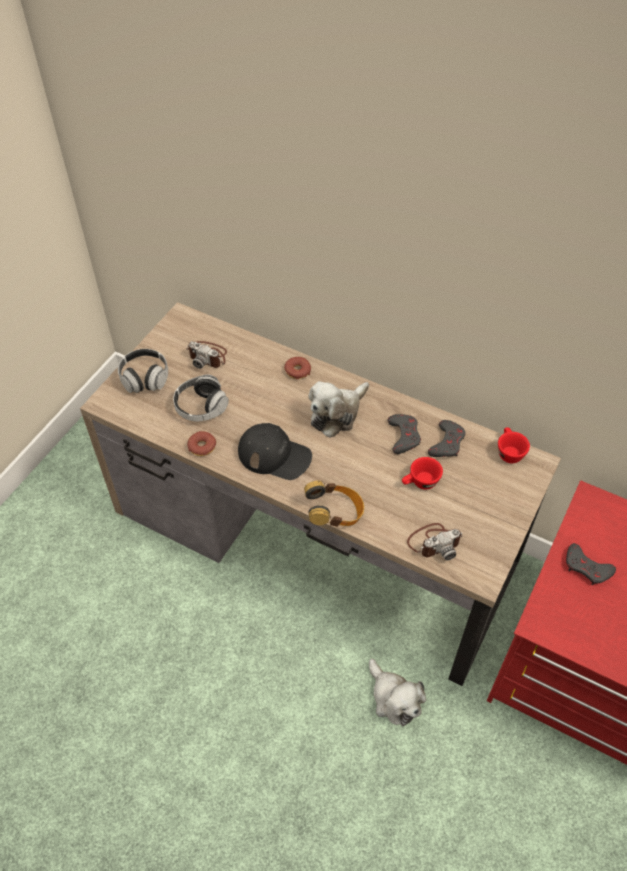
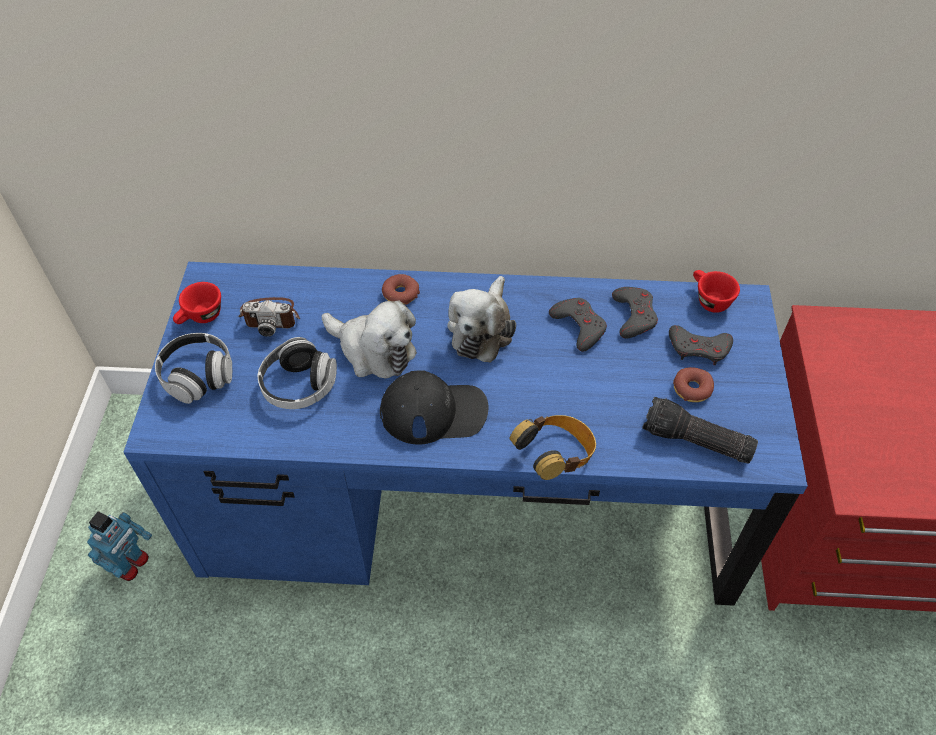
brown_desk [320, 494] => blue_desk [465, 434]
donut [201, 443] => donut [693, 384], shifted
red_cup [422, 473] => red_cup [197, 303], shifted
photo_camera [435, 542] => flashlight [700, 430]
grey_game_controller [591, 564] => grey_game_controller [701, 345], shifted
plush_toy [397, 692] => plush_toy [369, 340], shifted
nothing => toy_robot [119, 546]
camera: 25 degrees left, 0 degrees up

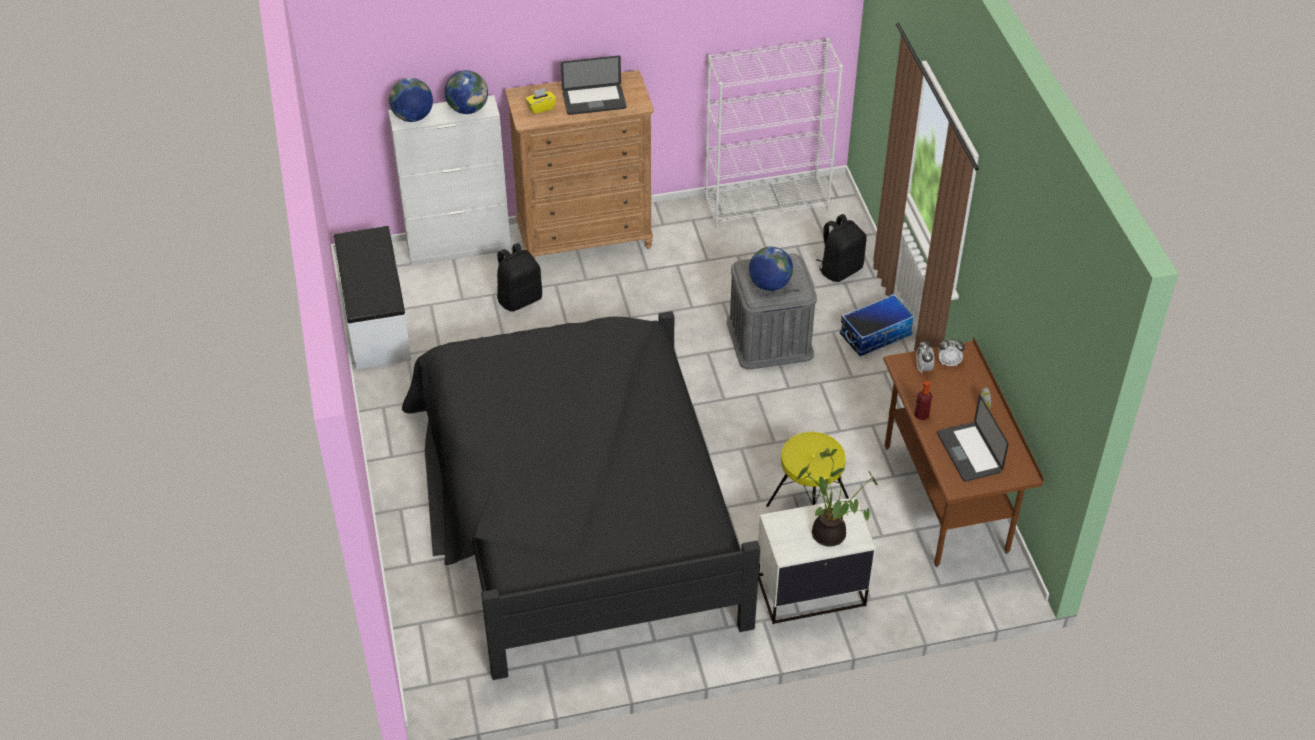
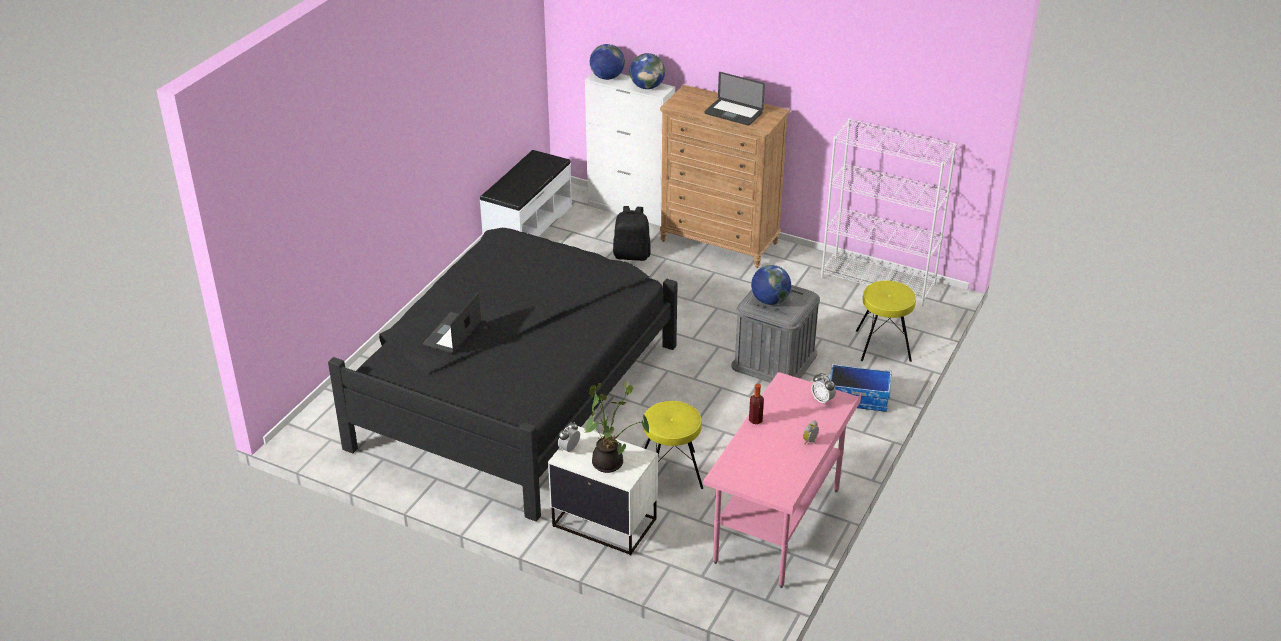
yellow_tissue_box [540, 101] => nothing
black_backpack [841, 248] => yellow_stool [886, 321]
brown_desk [963, 452] => pink_desk [782, 480]
alarm_clock [925, 357] => alarm_clock [569, 437], shifted
laptop [973, 438] => laptop [452, 322], shifted
camera: 40 degrees right, 10 degrees down

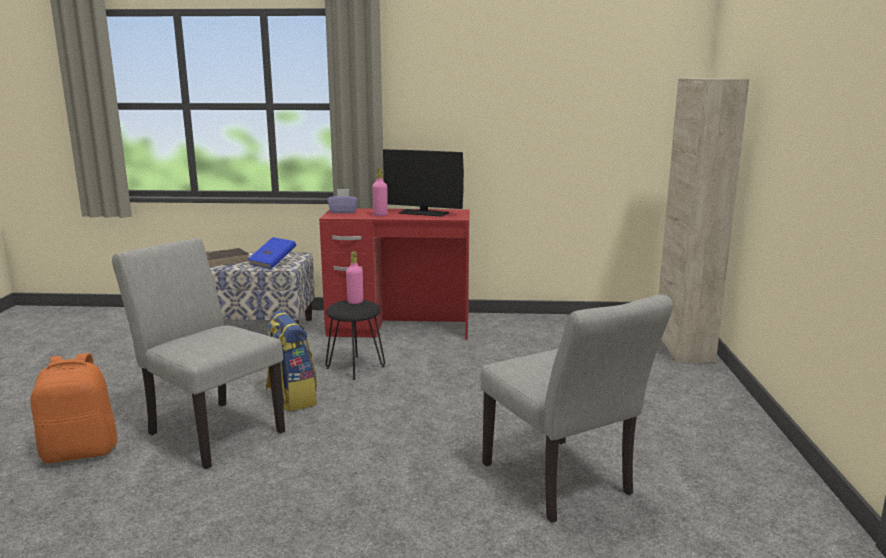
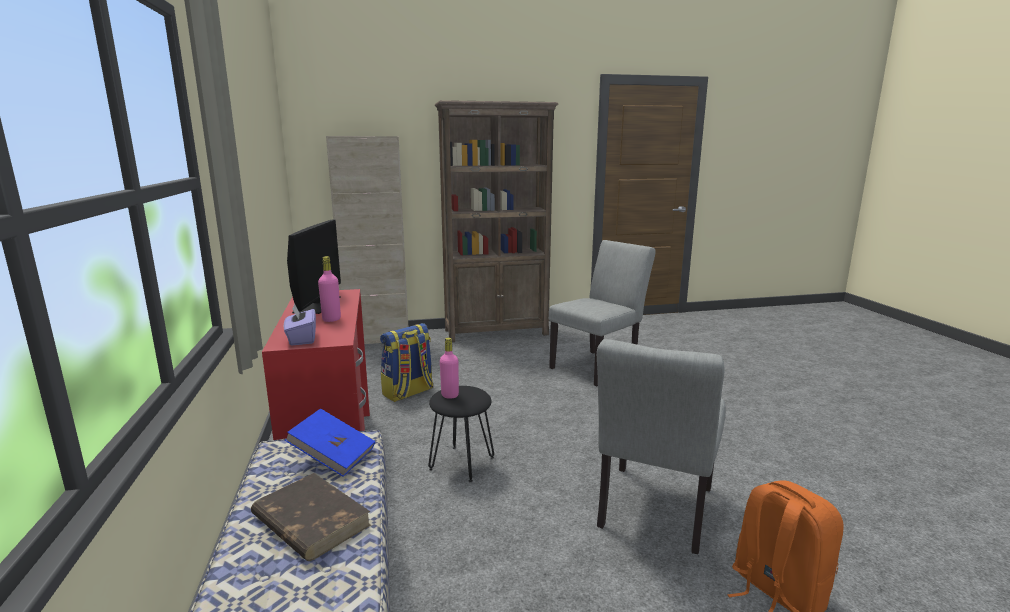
backpack [291, 361] => backpack [406, 362], shifted
nothing => brown_bookcase [496, 221]
camera: 105 degrees left, 0 degrees up

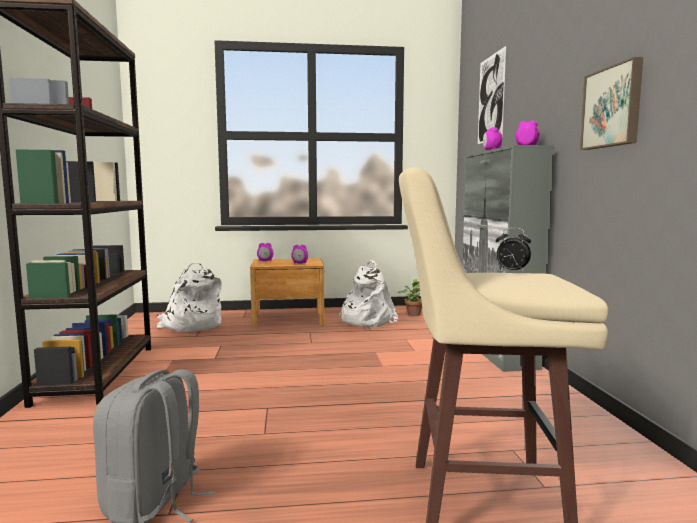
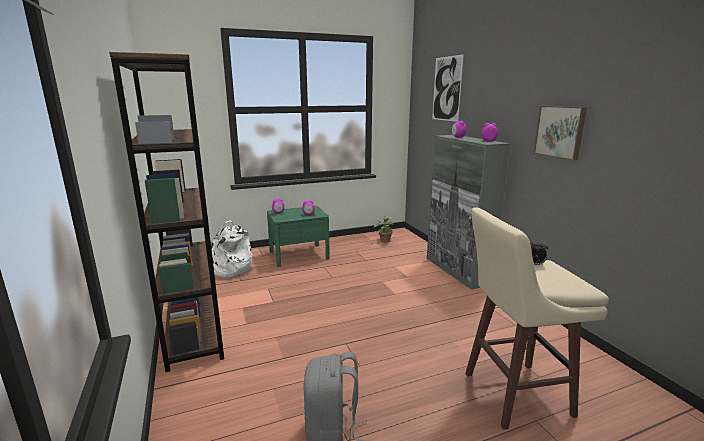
brown_nightstand [287, 293] => green_nightstand [298, 236]
white_backpack [368, 293] => nothing
camera: 15 degrees left, 10 degrees up

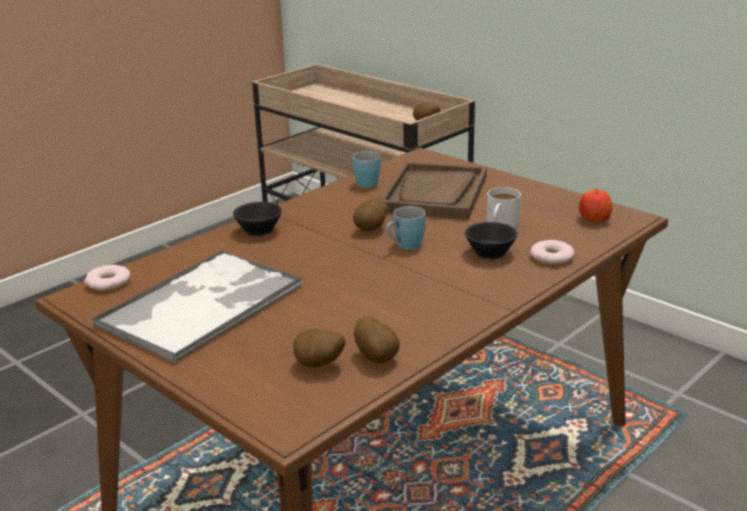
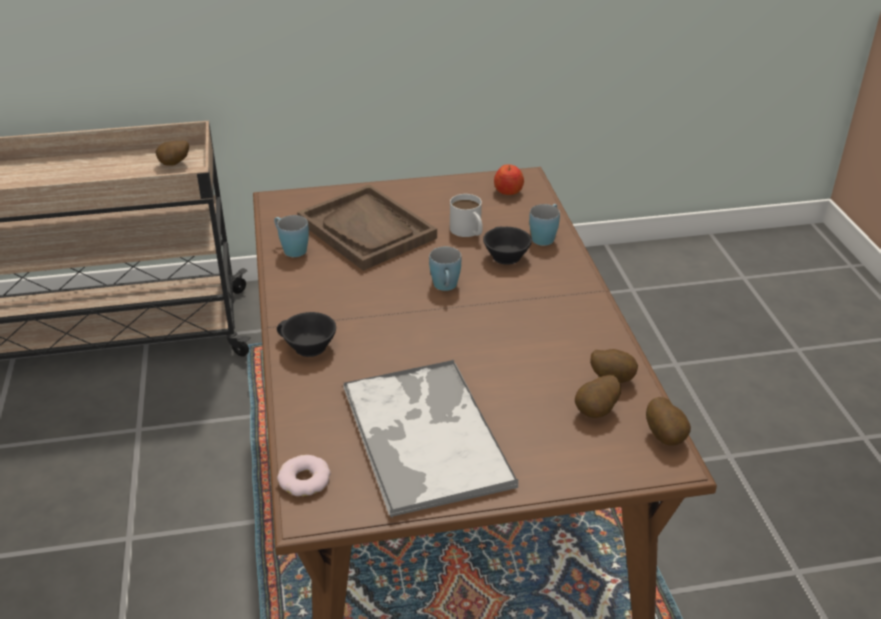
potato [370, 214] => potato [668, 421], shifted
donut [552, 252] => blue_mug [544, 225]
camera: 55 degrees left, 10 degrees up

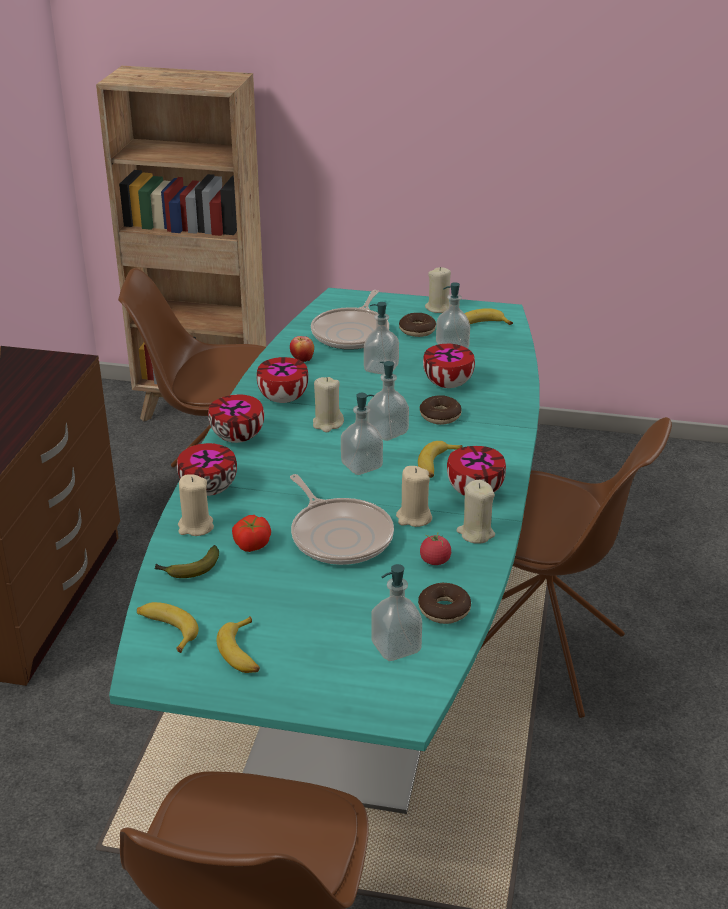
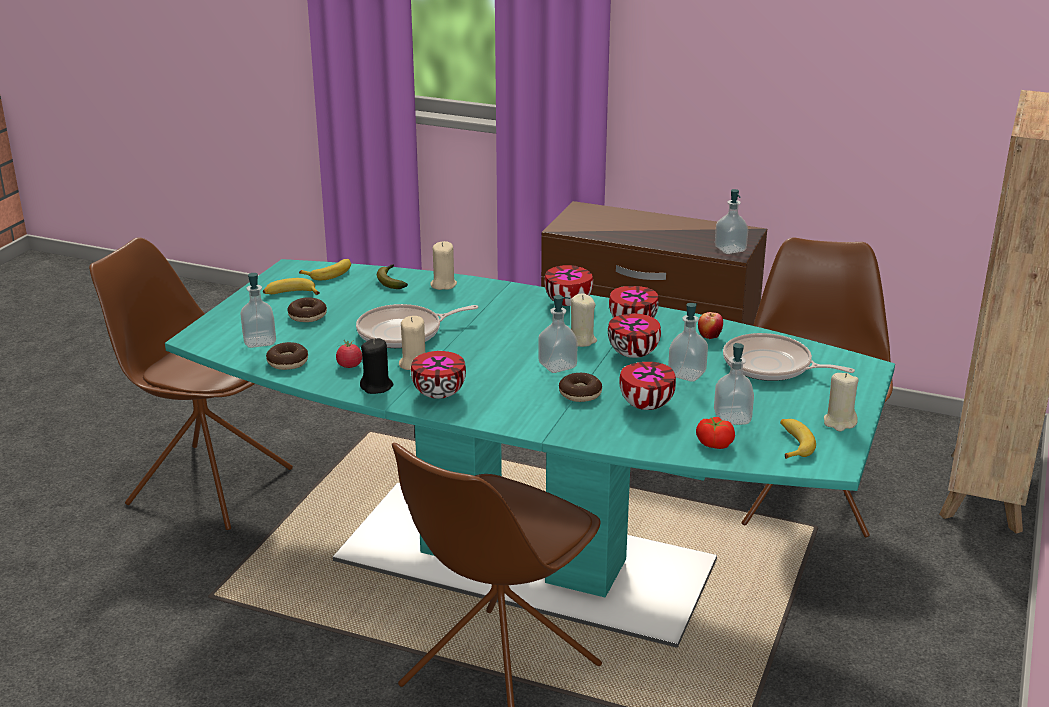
donut [417, 325] => donut [307, 309], shifted
soap_dispenser [362, 434] => soap_dispenser [731, 221], shifted
banana [440, 459] => nothing
bowl [207, 469] => bowl [634, 335], shifted
beige_candle [476, 512] => black_candle [377, 366]
tomato [251, 533] => tomato [715, 433], shifted
camera: 100 degrees right, 5 degrees down

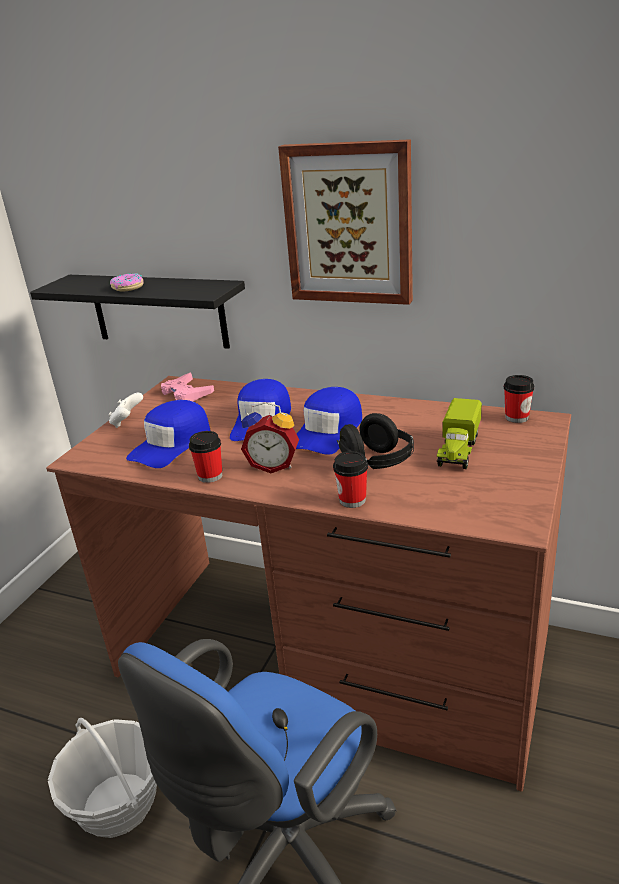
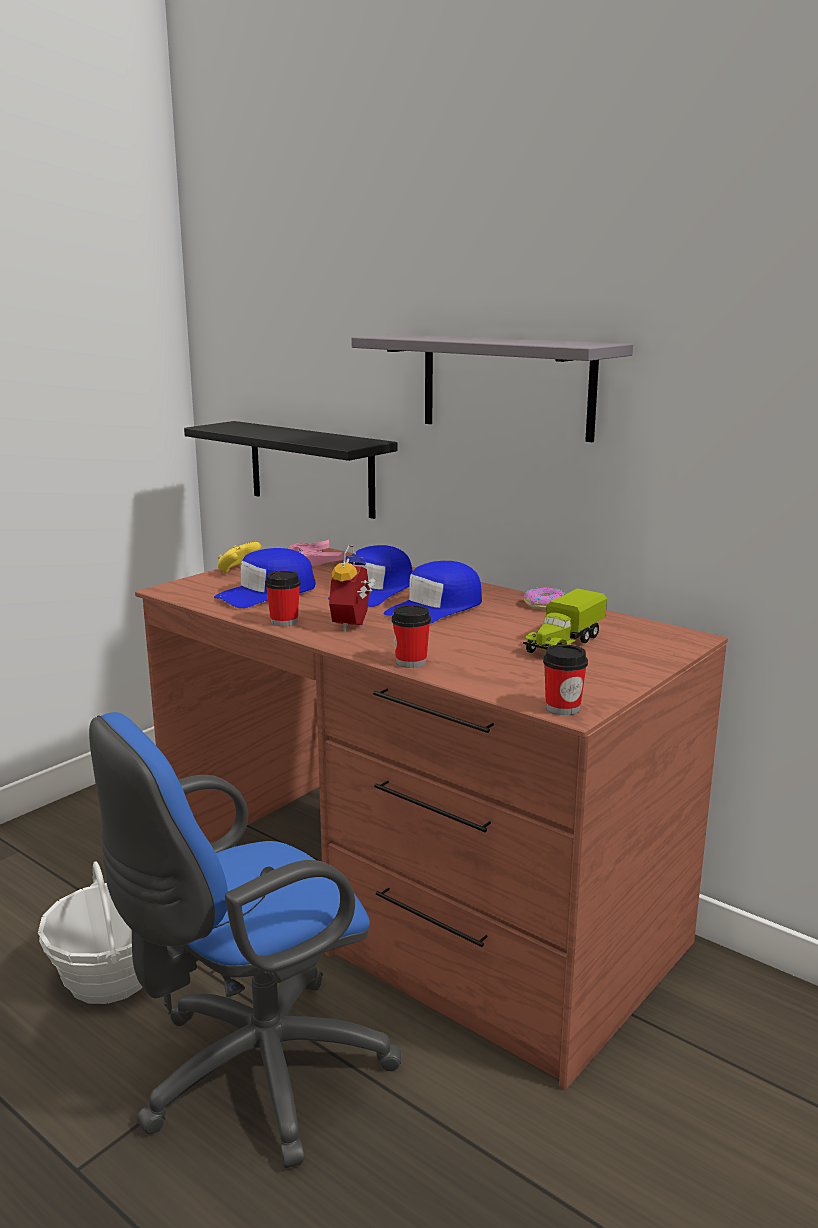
picture [345, 222] => grey_shelf [492, 388]
donut [127, 282] => donut [544, 598], shifted
cup [519, 399] => cup [565, 679], shifted
white_game_controller [125, 410] => yellow_game_controller [239, 558]
alarm_clock [270, 437] => alarm_clock [352, 588], 75 degrees clockwise
black_headphones [375, 441] => nothing
camera: 15 degrees right, 10 degrees down

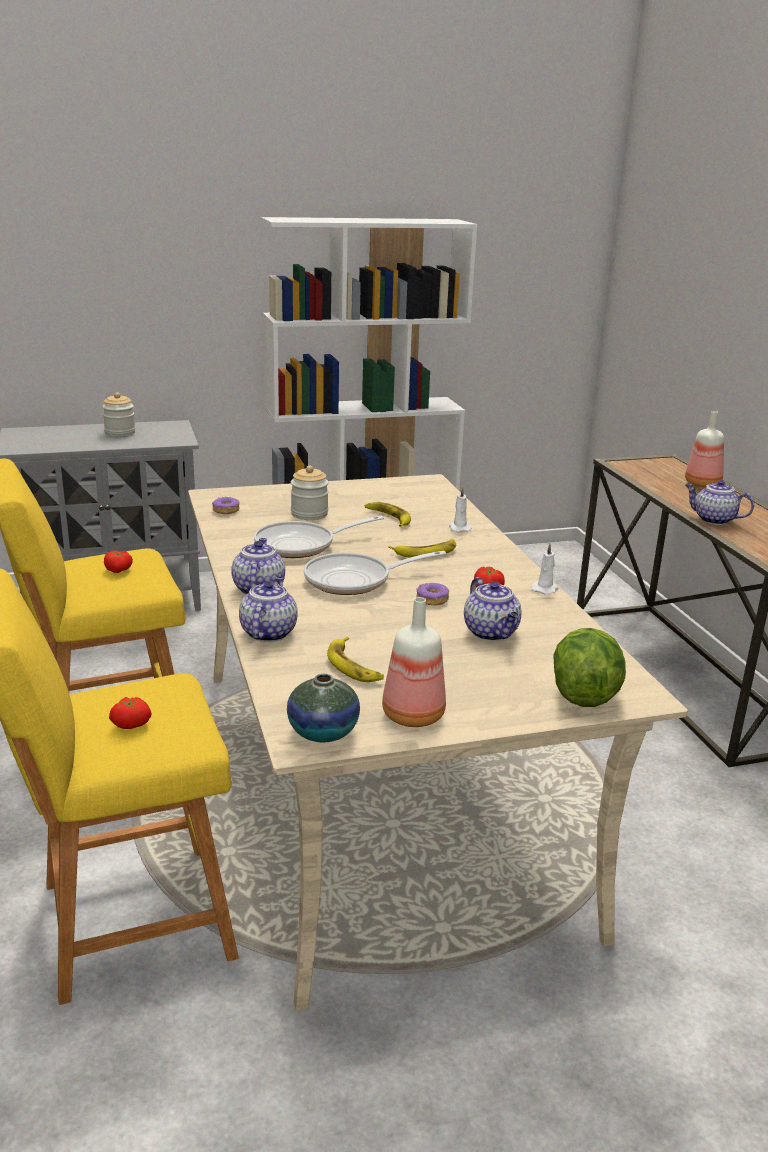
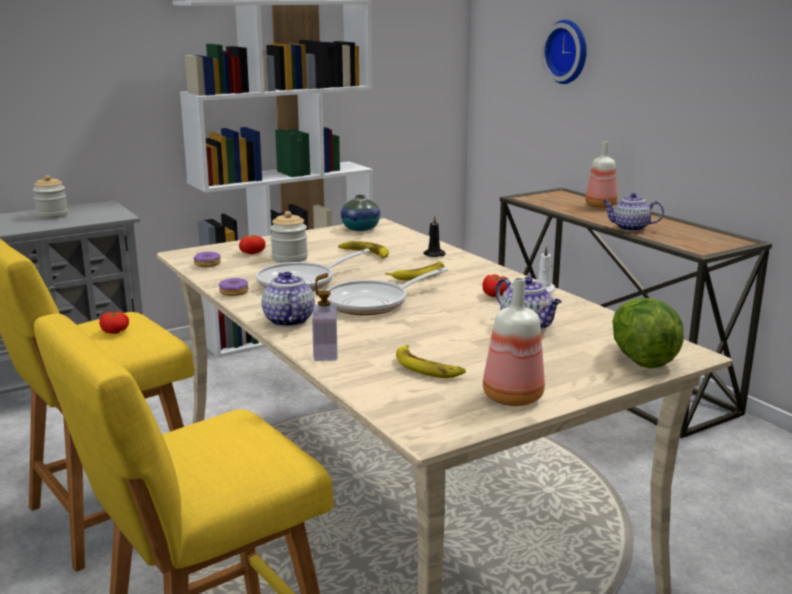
white_candle [460, 509] => black_candle [434, 236]
teapot [268, 609] => soap_dispenser [324, 317]
donut [432, 594] => donut [234, 287], shifted
vase [323, 708] => vase [360, 213], shifted
tomato [130, 713] => tomato [252, 244], shifted
nothing => wall_clock [564, 52]
camera: 15 degrees left, 5 degrees down

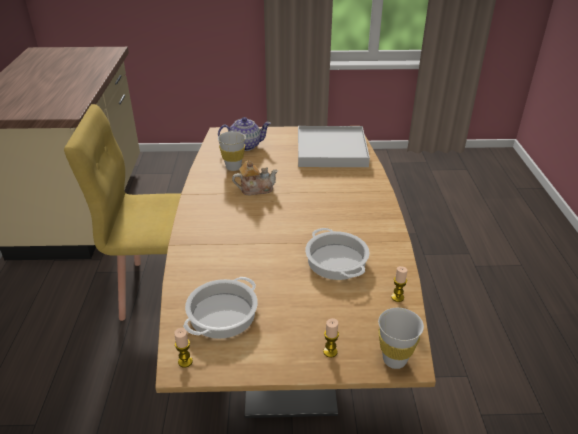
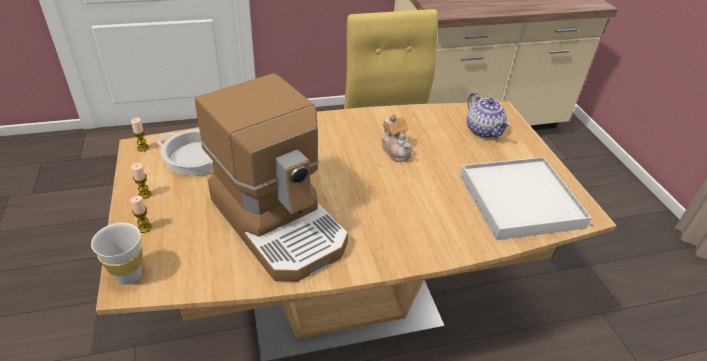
white_cup [232, 151] => nothing
cooking_pot [337, 254] => coffee_machine [271, 177]
candle [399, 284] => candle [141, 181], shifted
camera: 75 degrees right, 5 degrees up

